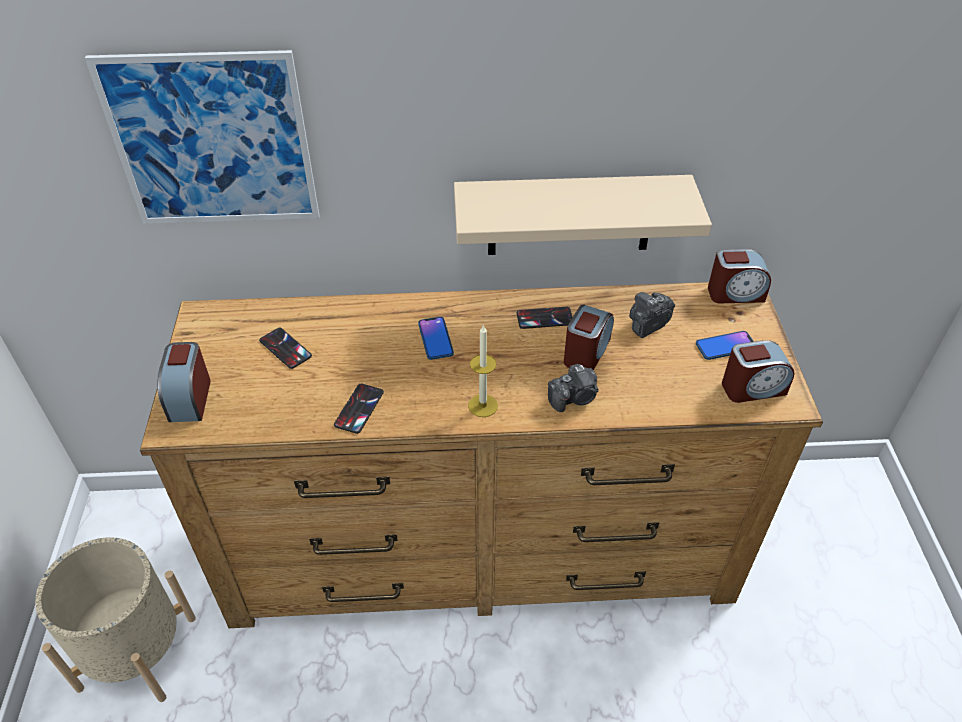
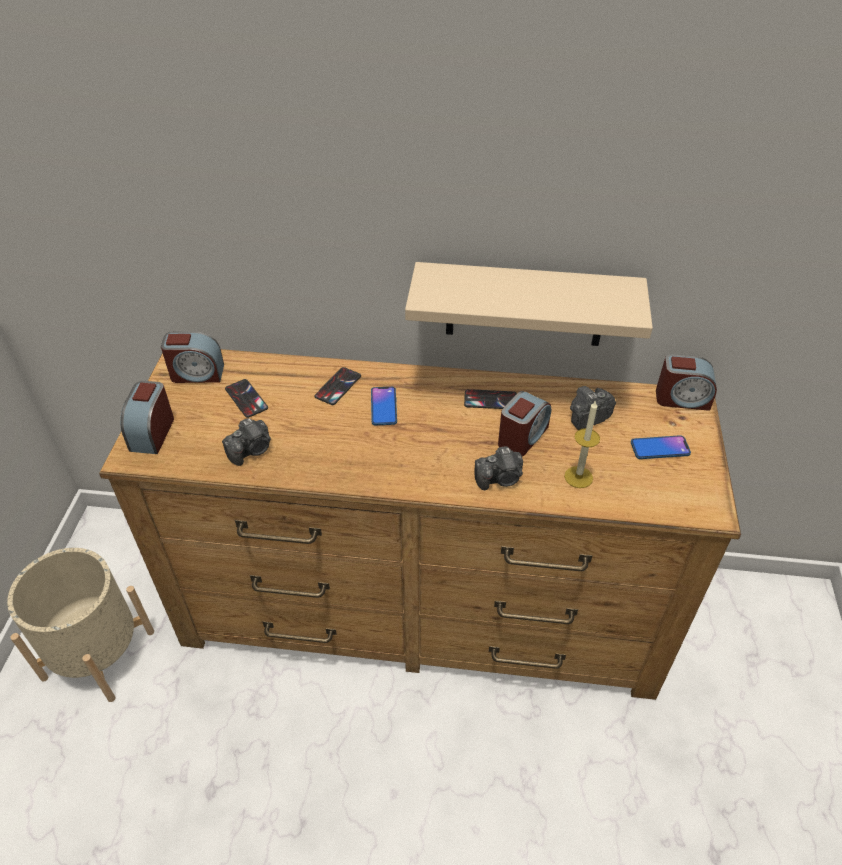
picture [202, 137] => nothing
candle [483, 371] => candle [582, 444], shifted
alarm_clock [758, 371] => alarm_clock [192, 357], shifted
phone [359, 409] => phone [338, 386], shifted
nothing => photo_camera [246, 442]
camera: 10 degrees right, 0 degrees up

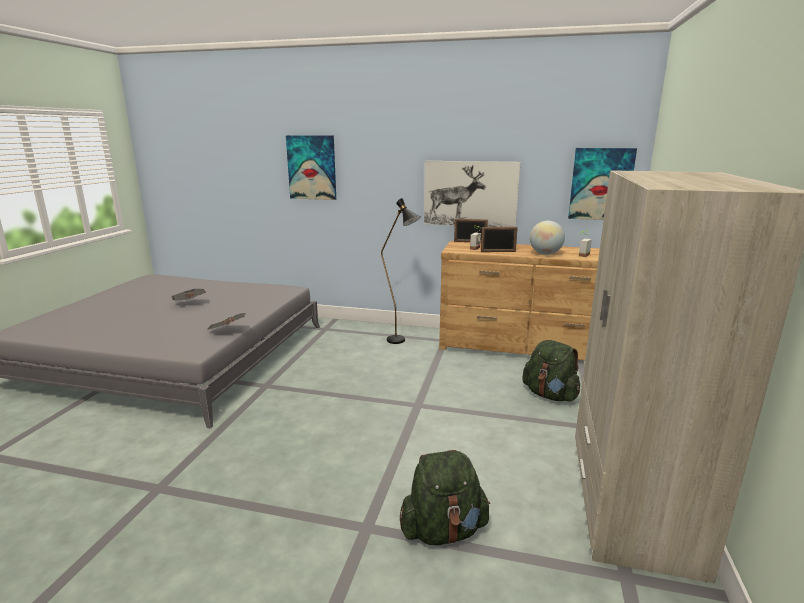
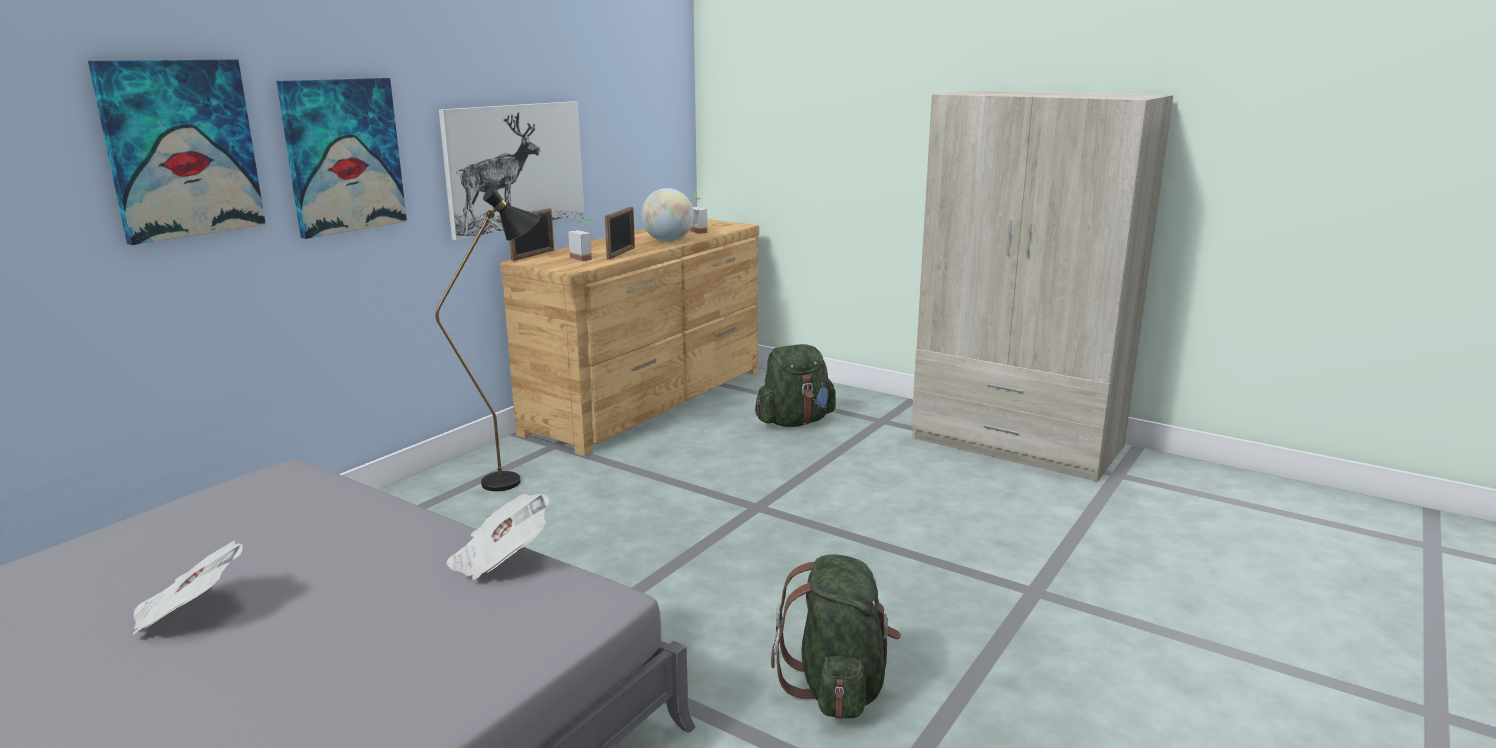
picture [602, 184] => picture [342, 158], shifted
green_backpack [445, 497] => green_backpack [836, 636], shifted
camera: 70 degrees left, 0 degrees up

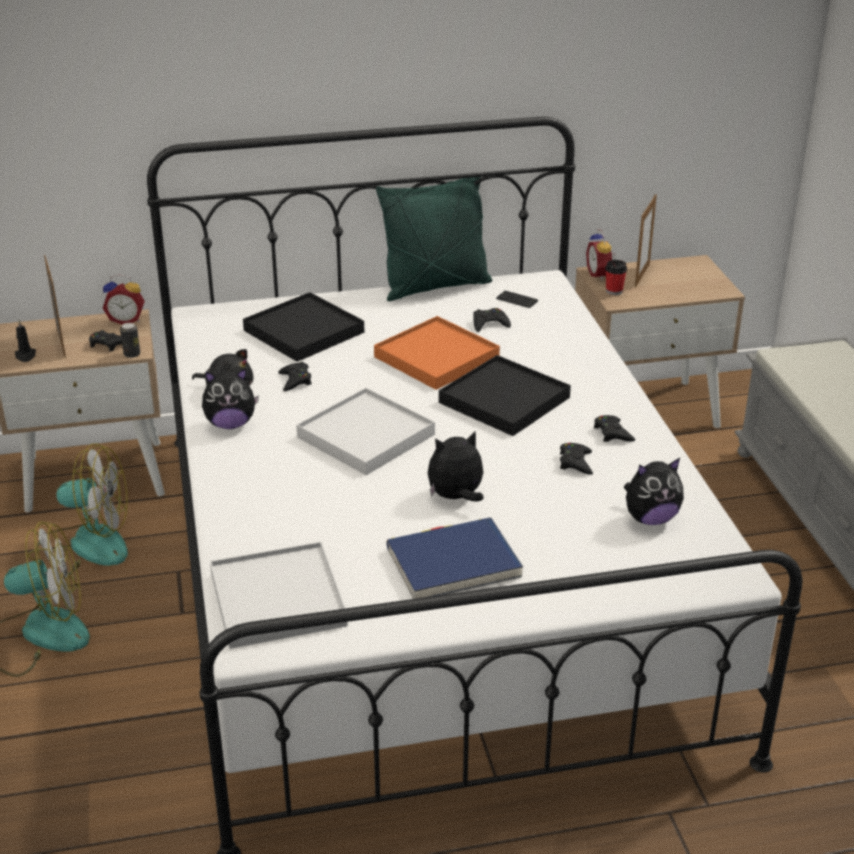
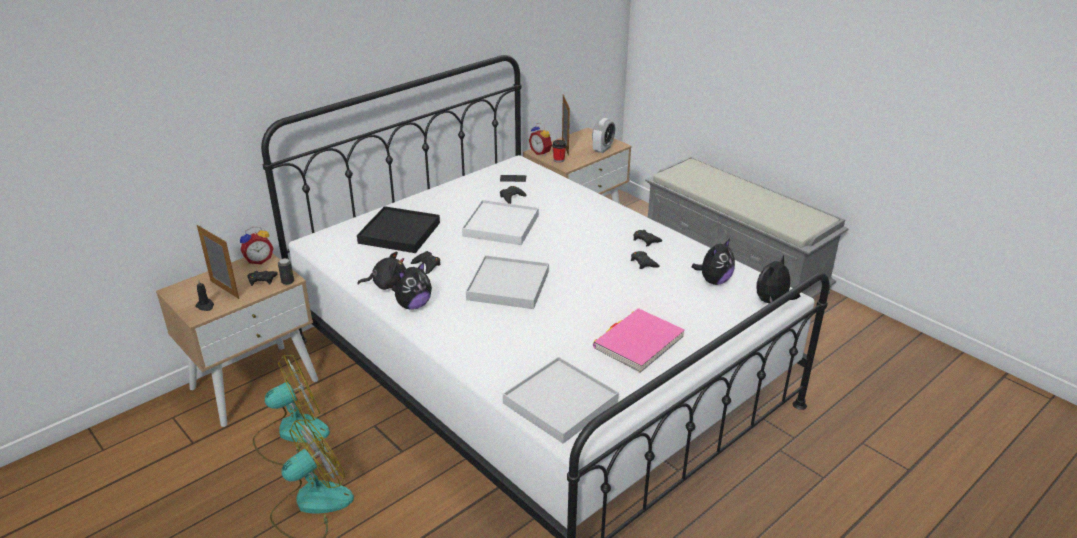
green_pillow [434, 239] => nothing
orange_tray [437, 353] => white_tray [500, 222]
black_tray [505, 395] => nothing
plush_toy [456, 466] => plush_toy [778, 279], shifted
blue_book [455, 558] => pink_book [639, 341]
nothing => alarm_clock [603, 135]
camera: 30 degrees left, 0 degrees up

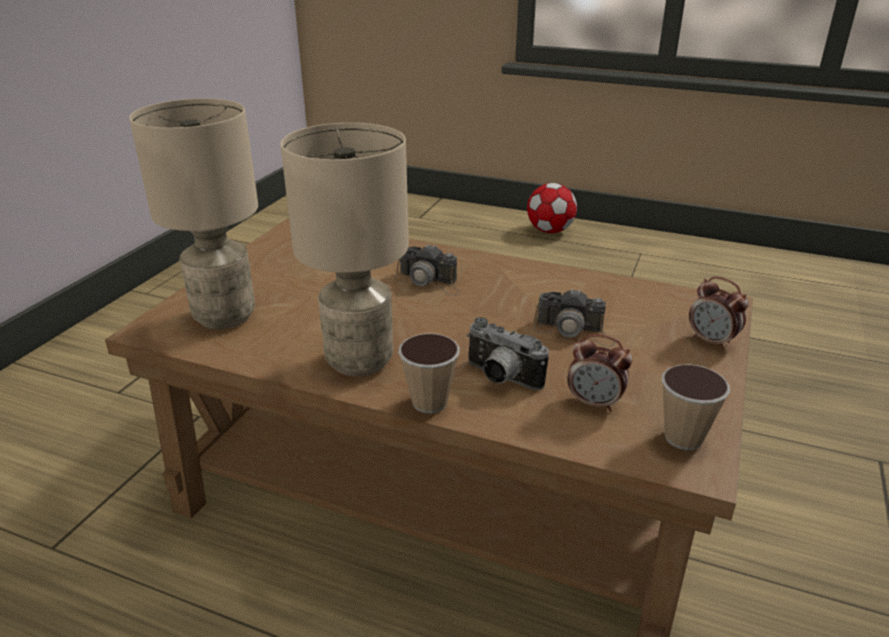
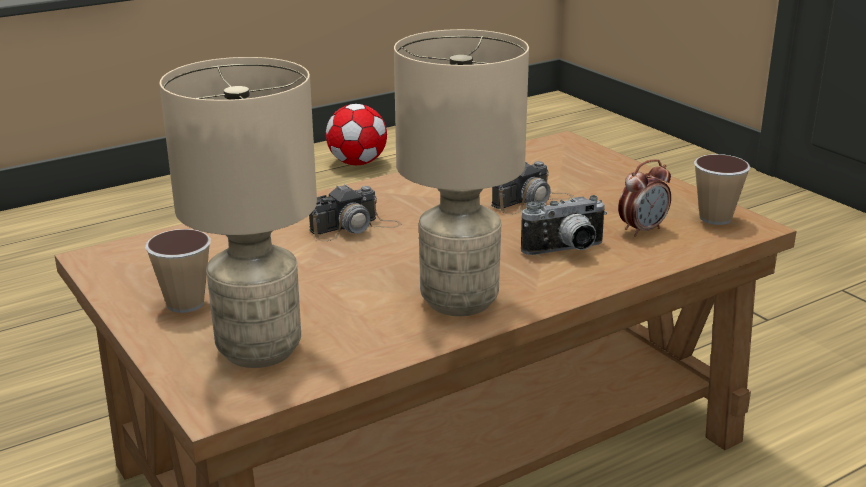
football [552, 208] => football [356, 134], shifted
alarm_clock [719, 313] => nothing
cup [429, 373] => cup [178, 271], shifted
camera: 55 degrees left, 5 degrees down

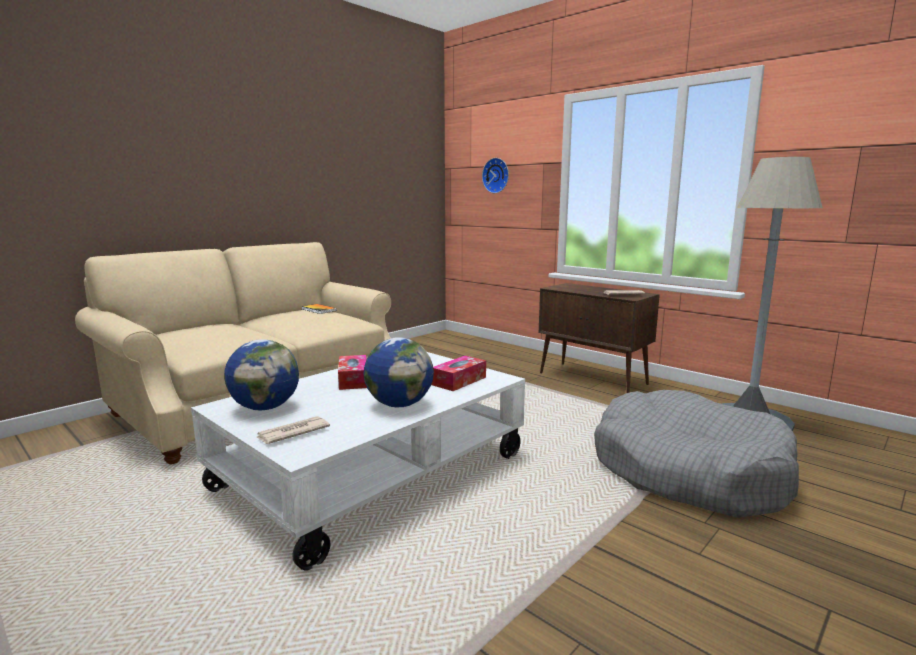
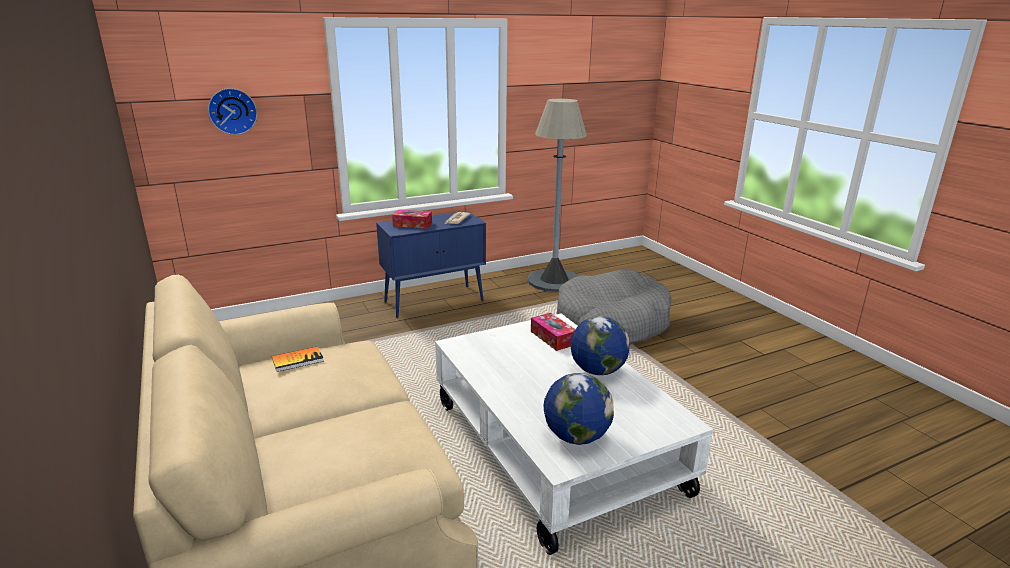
brown_cabinet [599, 338] => blue_cabinet [431, 264]
tissue_box [352, 372] => tissue_box [412, 219], shifted
newspaper [293, 430] => nothing
camera: 70 degrees left, 10 degrees up

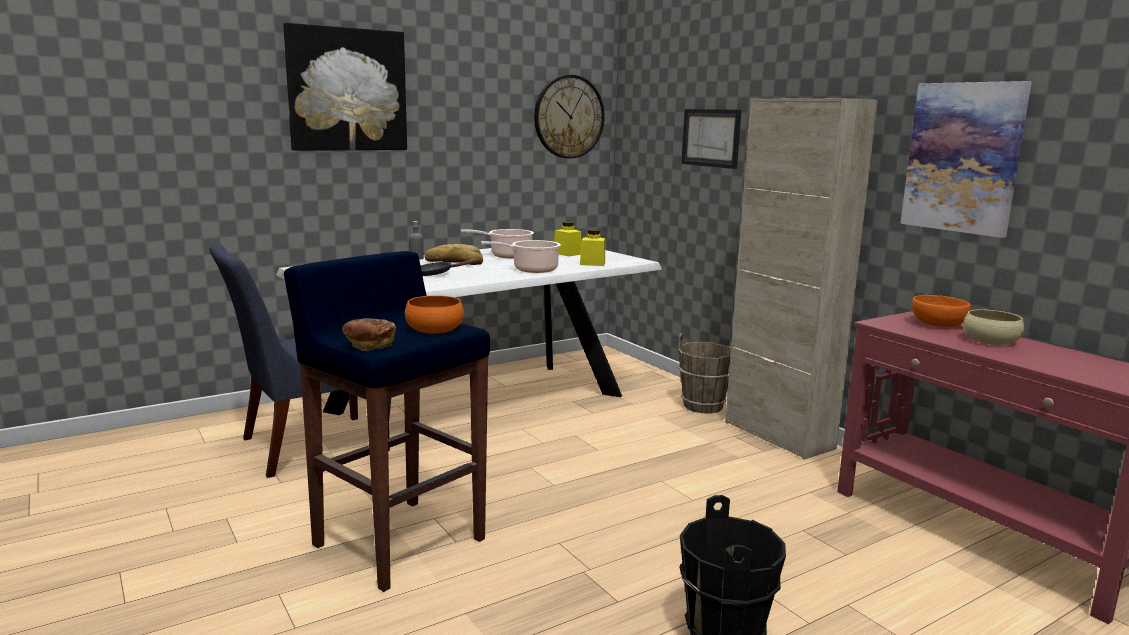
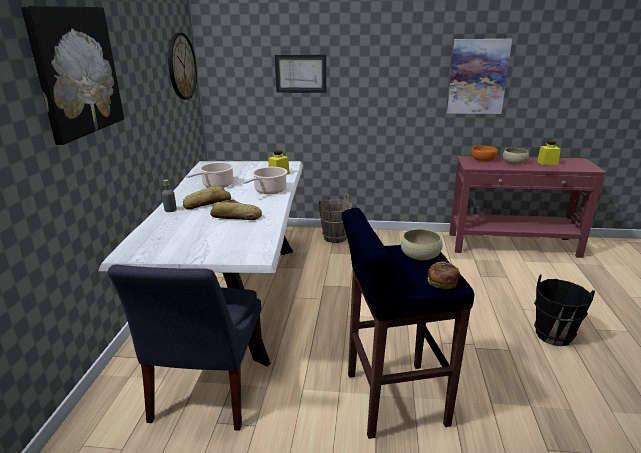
beige_cabinet [801, 279] => nothing
yellow_jar [567, 239] => yellow_jar [549, 153], shifted
black_frying_pan [451, 267] => bread [236, 209]
orange_bowl [434, 314] => beige_bowl [422, 244]
camera: 50 degrees left, 10 degrees up

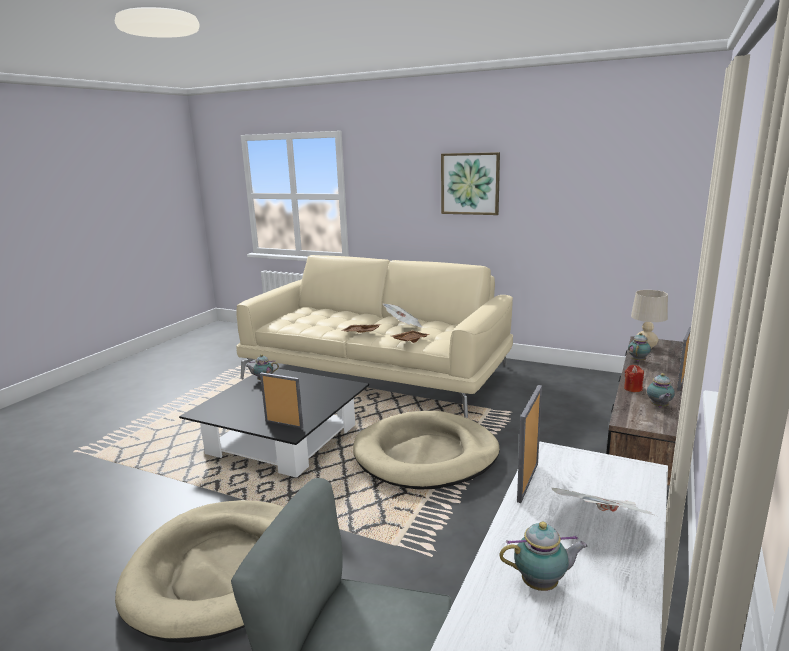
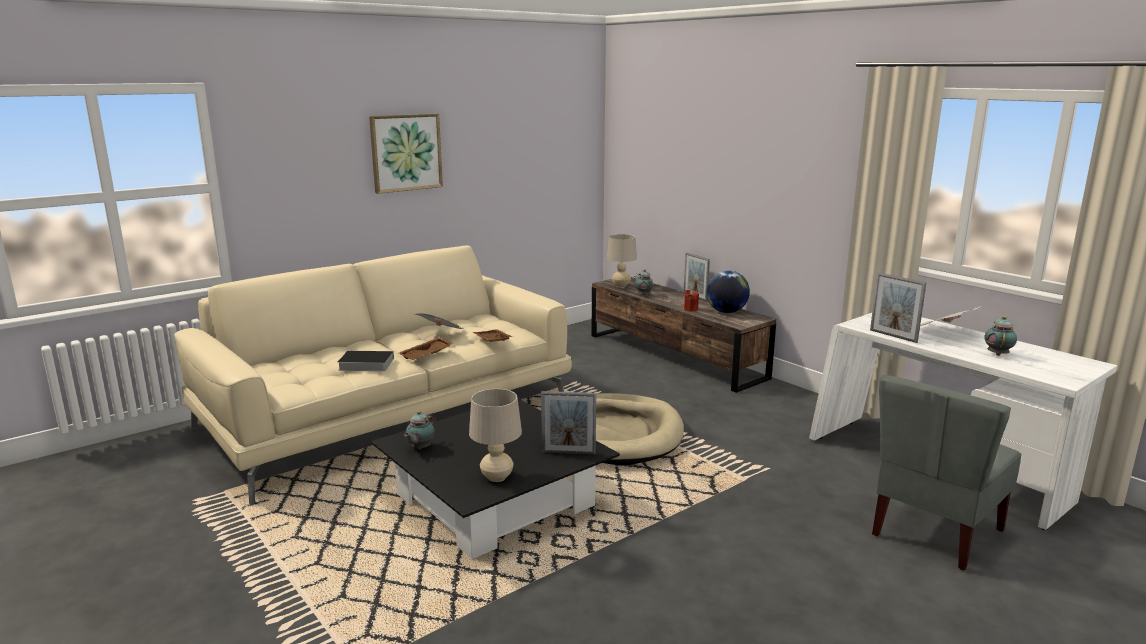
picture_frame [281, 400] => picture_frame [568, 422], 135 degrees counterclockwise
teapot [661, 390] => globe [728, 291]
beige_dog_bed [199, 571] => nothing
nothing => book [366, 361]
nothing => beige_table_lamp [495, 435]
camera: 65 degrees left, 0 degrees up

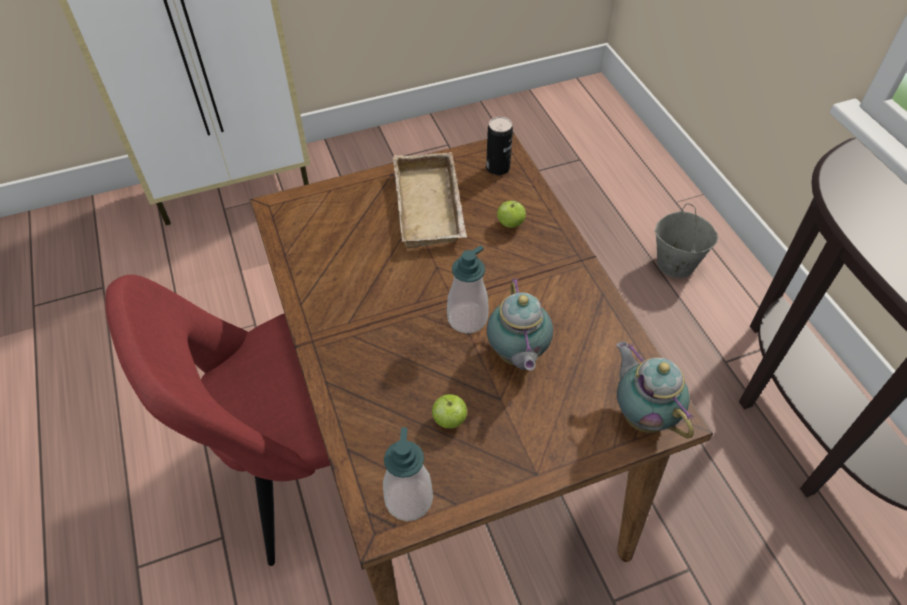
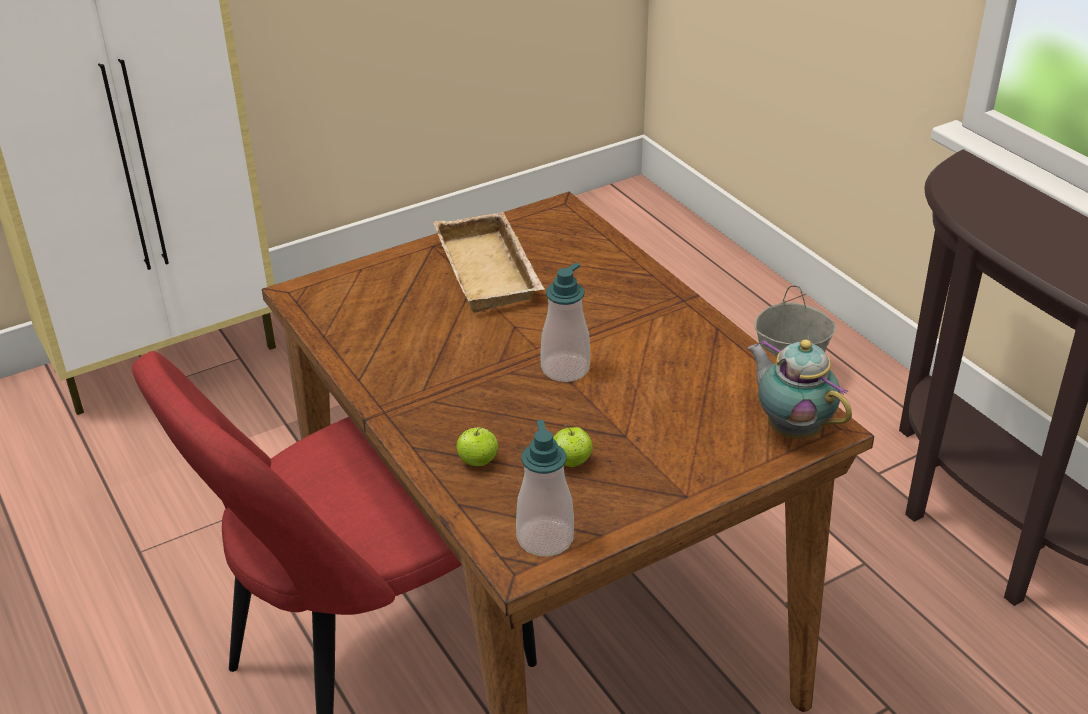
can [499, 146] => nothing
apple [511, 214] => apple [477, 446], shifted
teapot [520, 324] => nothing
camera: 10 degrees left, 15 degrees down

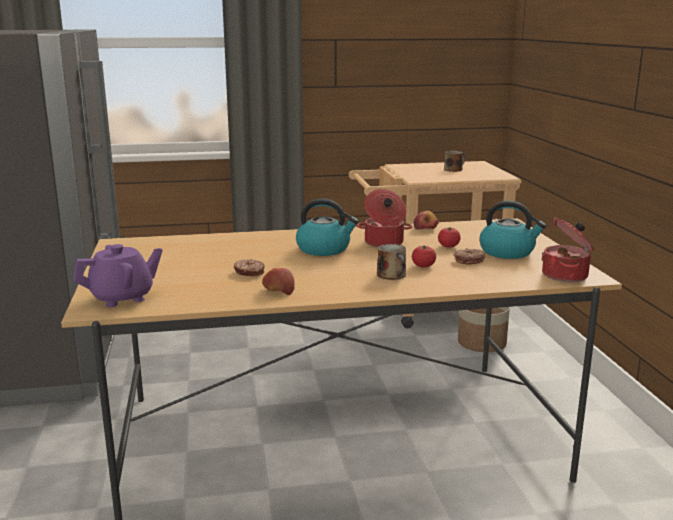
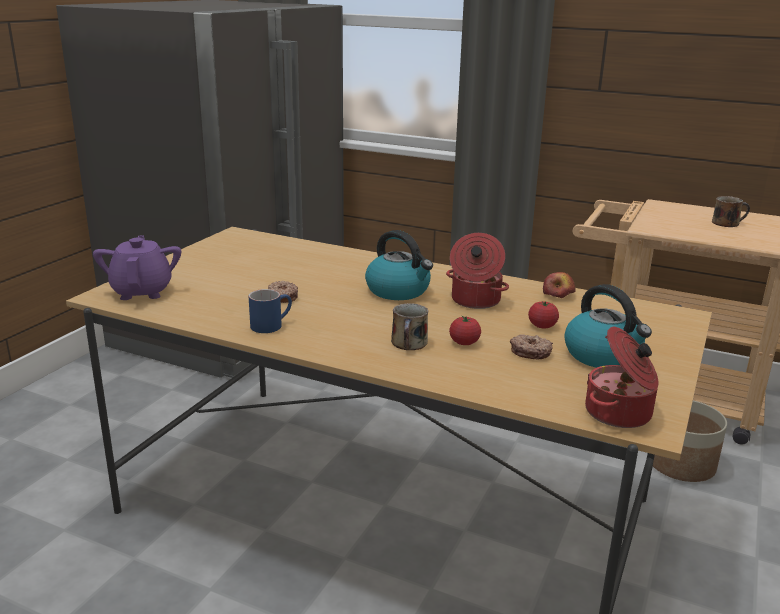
purple_teapot [118, 275] => purple_teapot [137, 267], 105 degrees counterclockwise
apple [278, 281] => blue_mug [270, 311]
camera: 35 degrees right, 5 degrees up

